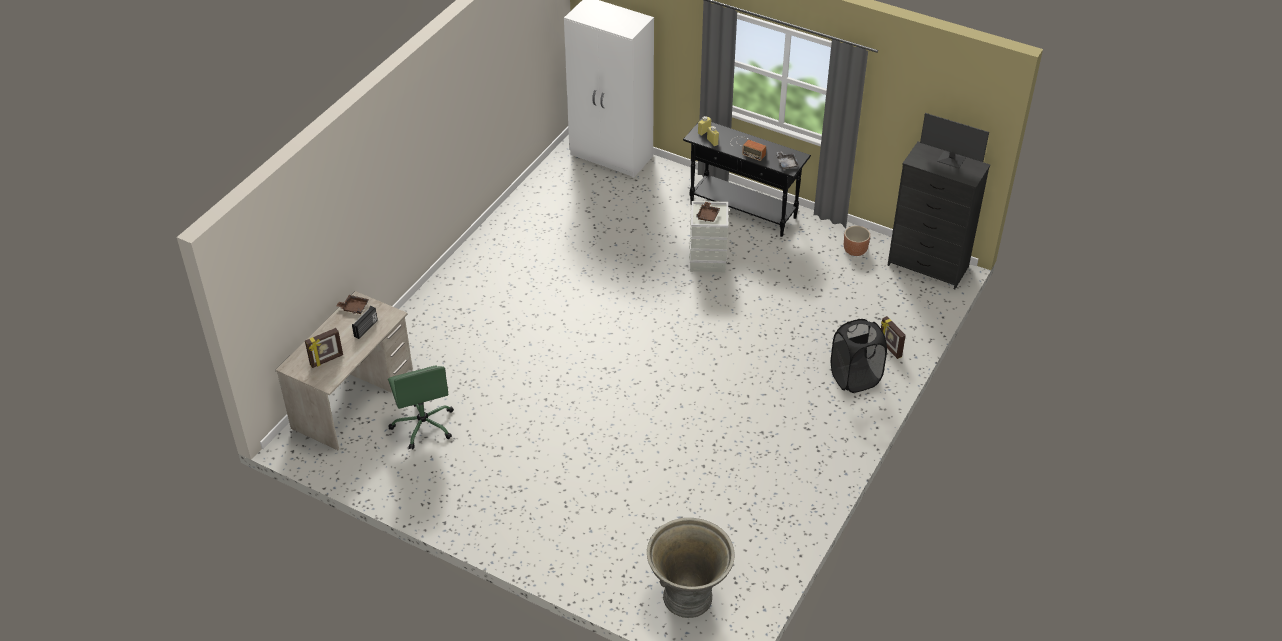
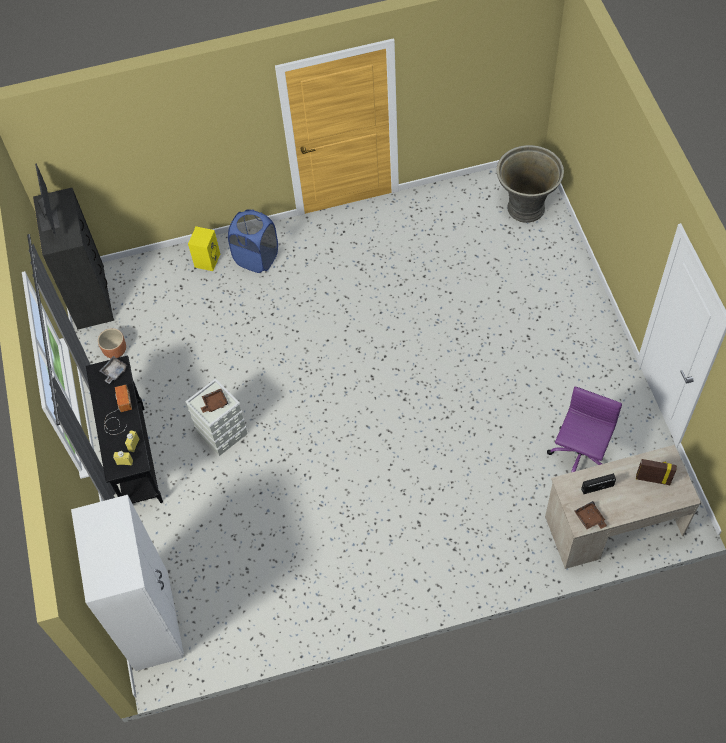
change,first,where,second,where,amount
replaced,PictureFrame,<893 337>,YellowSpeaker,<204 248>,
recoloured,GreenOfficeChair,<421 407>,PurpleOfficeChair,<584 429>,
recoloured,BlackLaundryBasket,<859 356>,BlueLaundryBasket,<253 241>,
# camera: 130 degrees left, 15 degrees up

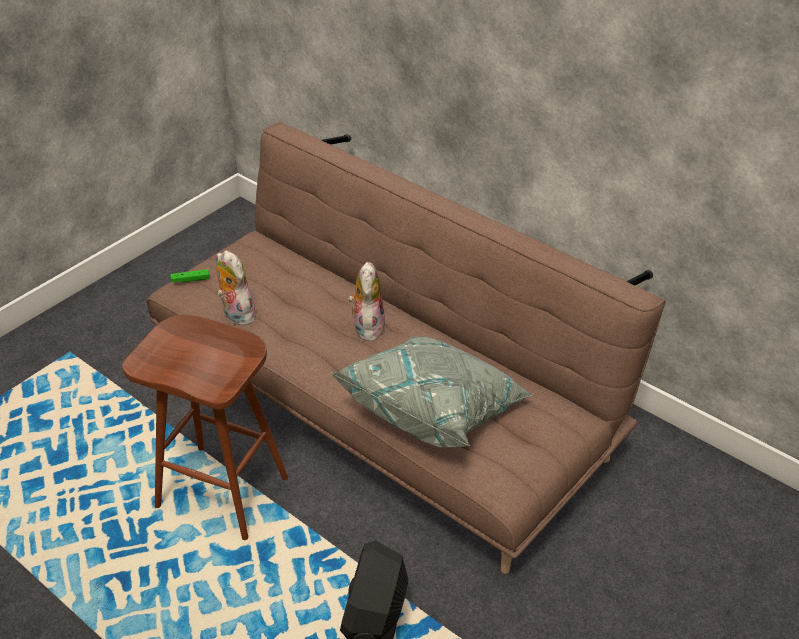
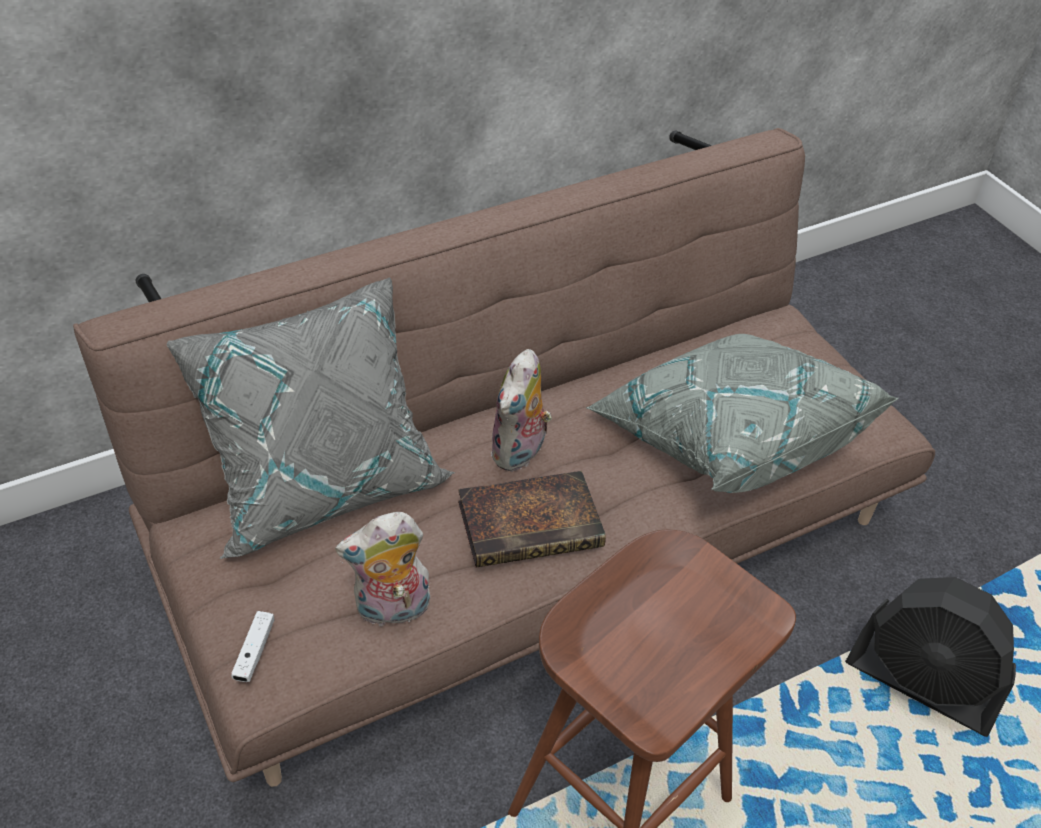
change,first,where,second,where,amount
added,,,GreyPillow,<311 418>,
added,,,Book,<532 519>,
recoloured,GreenGameController,<190 275>,WhiteGameController,<252 646>,
turned,PlushToy,<366 301>,,<521 410>,90 degrees counterclockwise
# camera: 70 degrees left, 5 degrees up

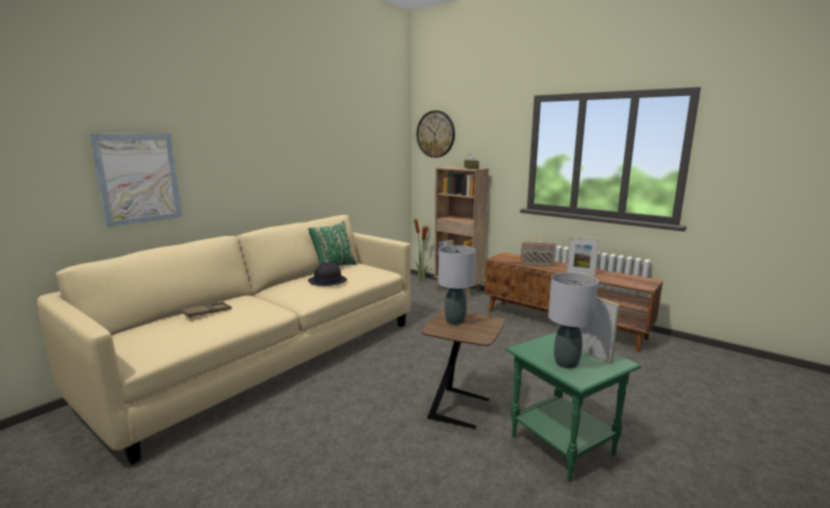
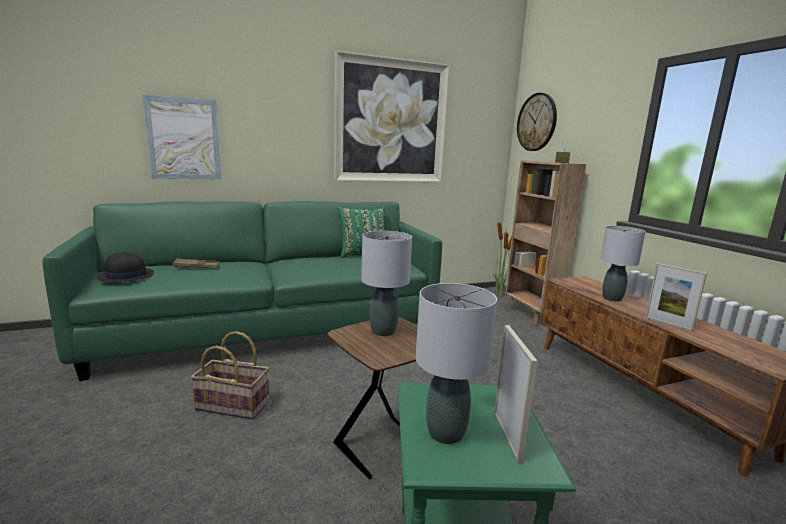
change,first,where,second,where,amount
added,,,Basket,<230 375>,
added,,,Picture,<392 116>,
moved,BlackHat,<327 274>,,<125 267>,
replaced,Radio,<538 252>,GreyTableLamp,<623 264>,
recoloured,BeigeSofa,<224 340>,GreenSofa,<242 291>,
# camera: 30 degrees right, 0 degrees up

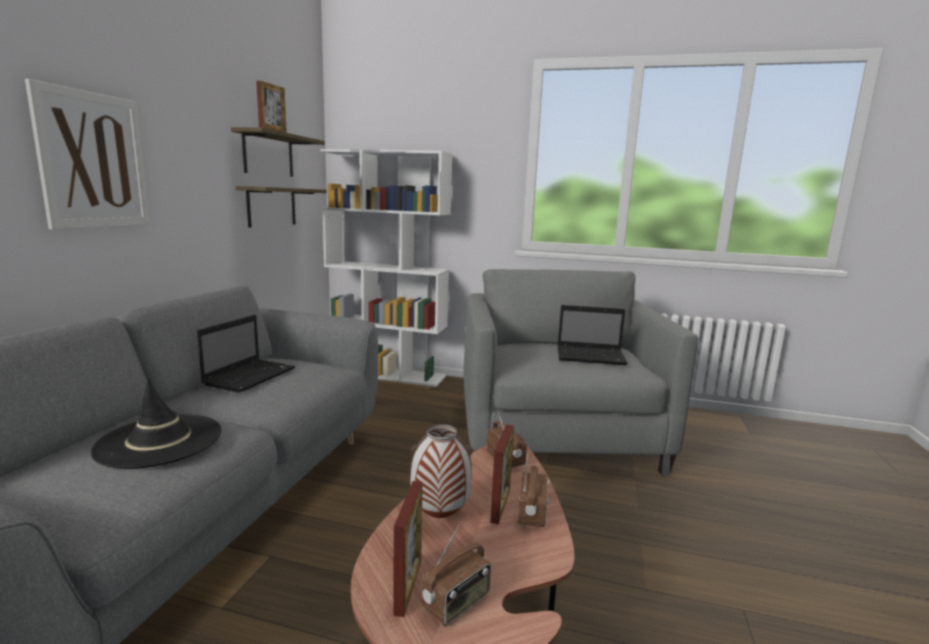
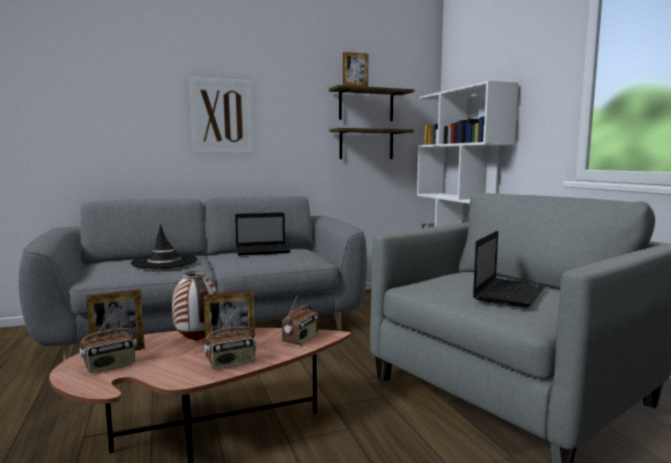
change,first,where,second,where,amount
turned,Radio,<456 575>,,<108 343>,45 degrees counterclockwise
turned,Laptop,<593 335>,,<509 269>,120 degrees counterclockwise
# camera: 55 degrees right, 5 degrees down

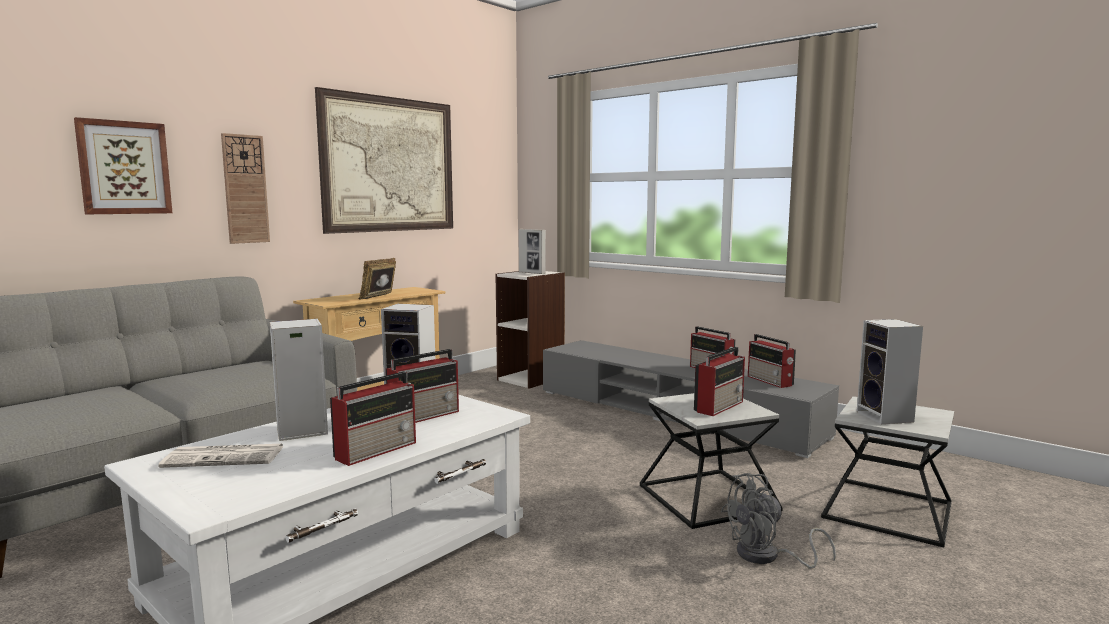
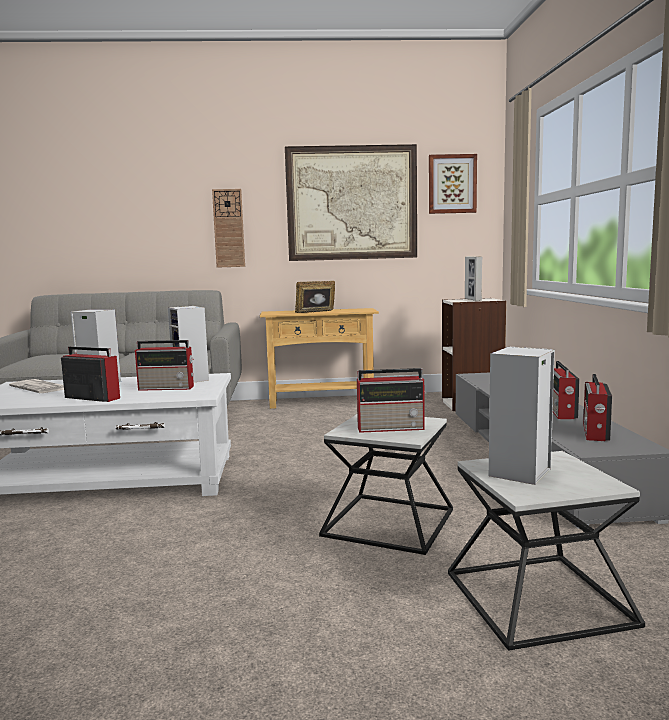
change,first,where,second,where,amount
removed,GreyFan,<778 521>,,,
moved,Picture,<123 165>,,<453 184>,
turned,Radio,<373 418>,,<90 374>,150 degrees counterclockwise
# camera: 45 degrees right, 0 degrees up

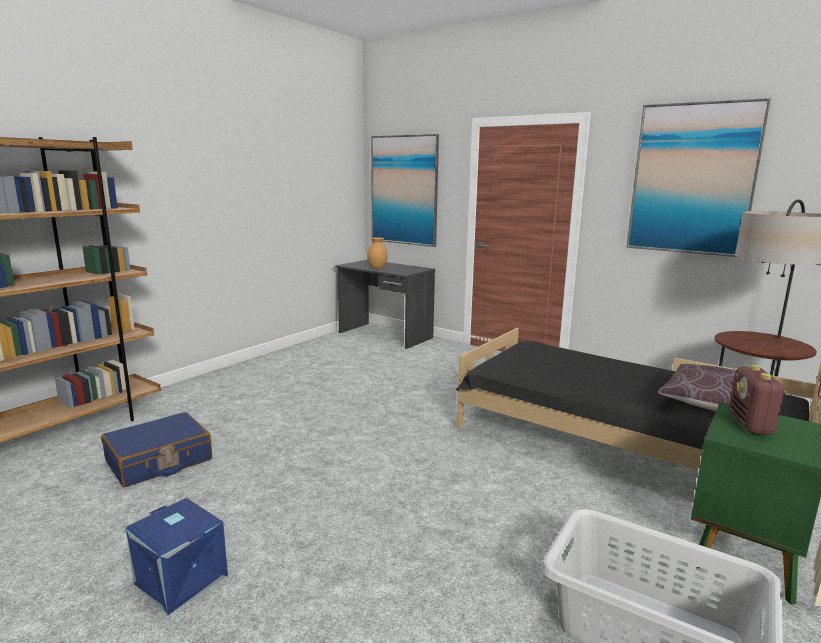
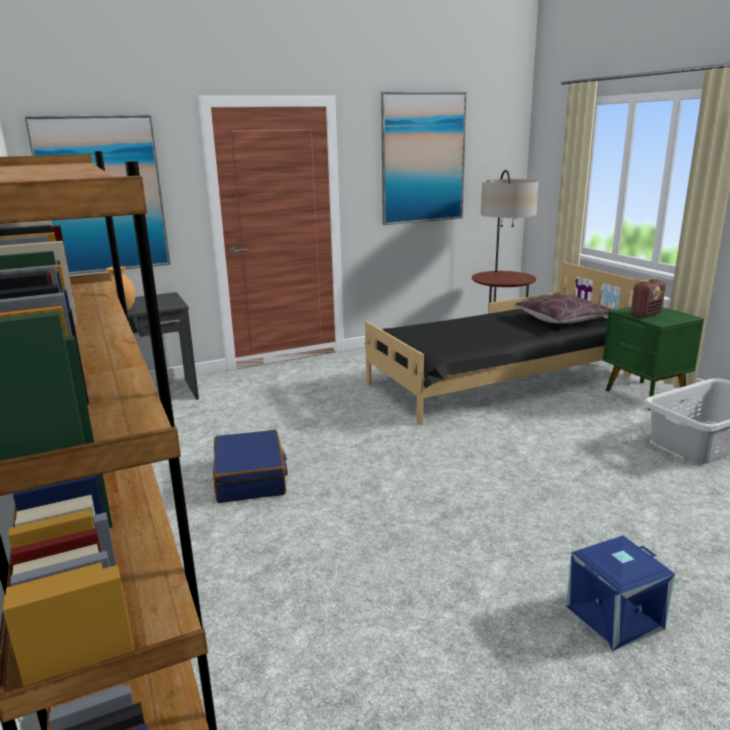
change,first,where,second,where,amount
moved,BlueSuitcase,<156 449>,,<250 466>,
turned,Radio,<758 399>,,<648 298>,75 degrees counterclockwise
# camera: 60 degrees left, 5 degrees up

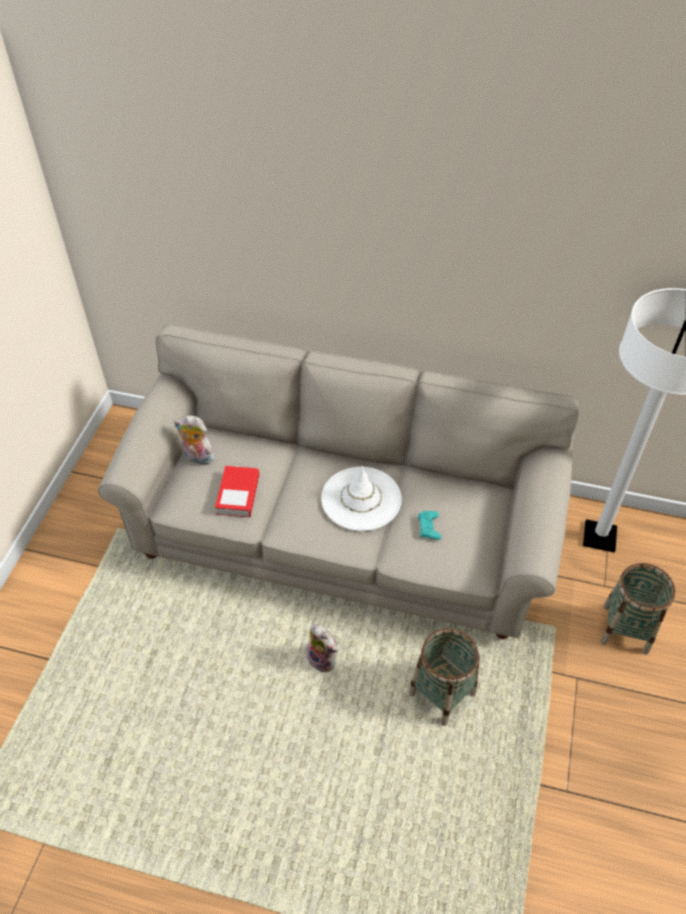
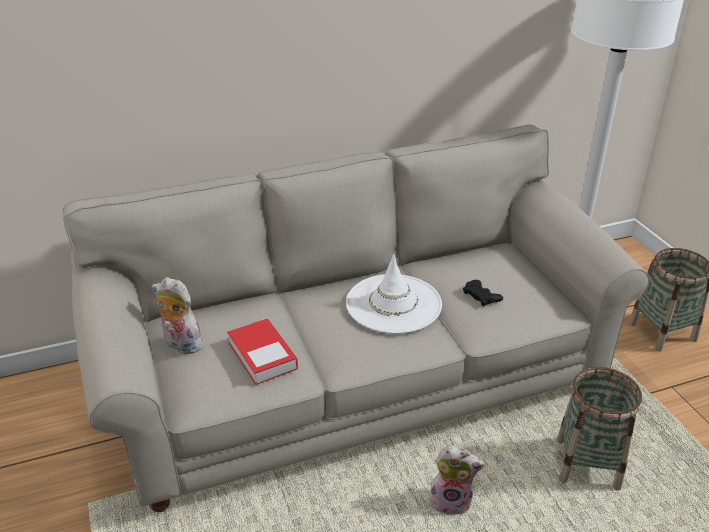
change,first,where,second,where,amount
recoloured,TurquoiseGameController,<430 525>,BlackGameController,<483 293>,
turned,PlushToy,<195 440>,,<178 315>,45 degrees clockwise
# camera: 35 degrees left, 15 degrees down

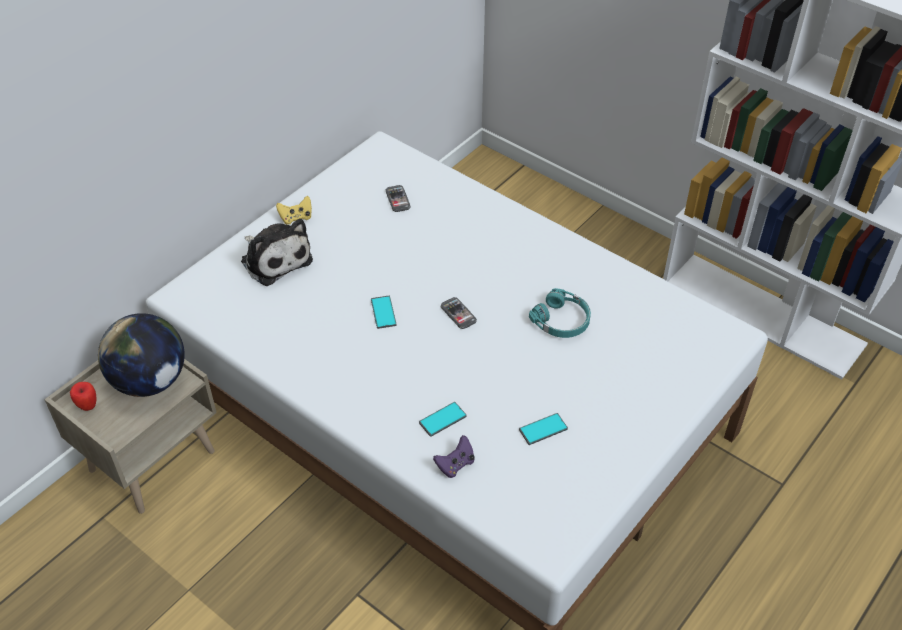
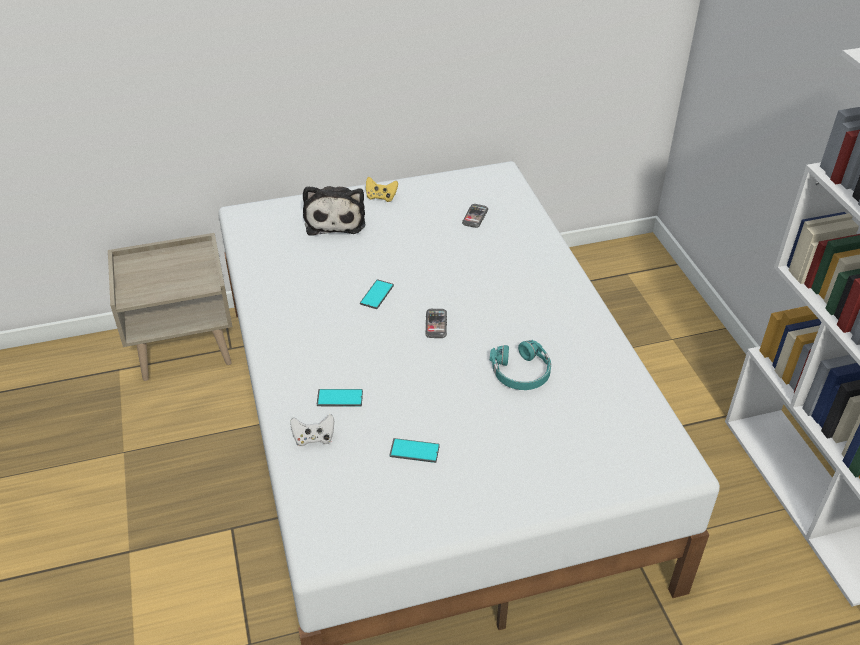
change,first,where,second,where,amount
removed,Apple,<83 396>,,,
removed,Globe,<141 355>,,,
recoloured,PurpleGameController,<454 456>,WhiteGameController,<312 430>,
# camera: 35 degrees right, 5 degrees down

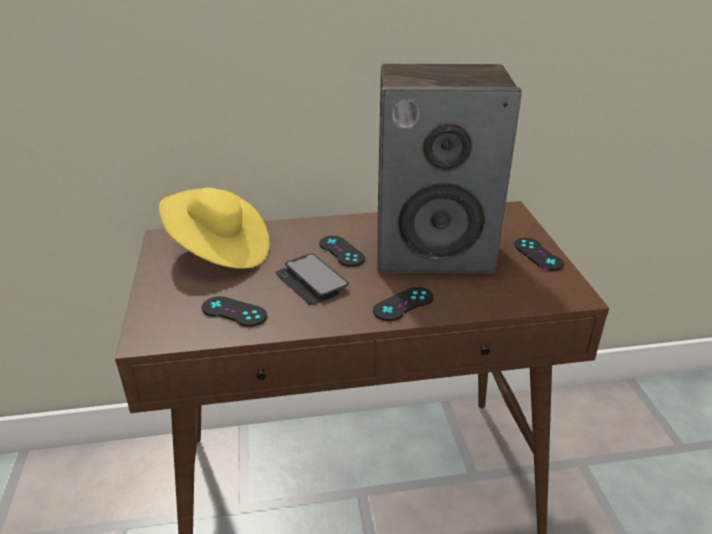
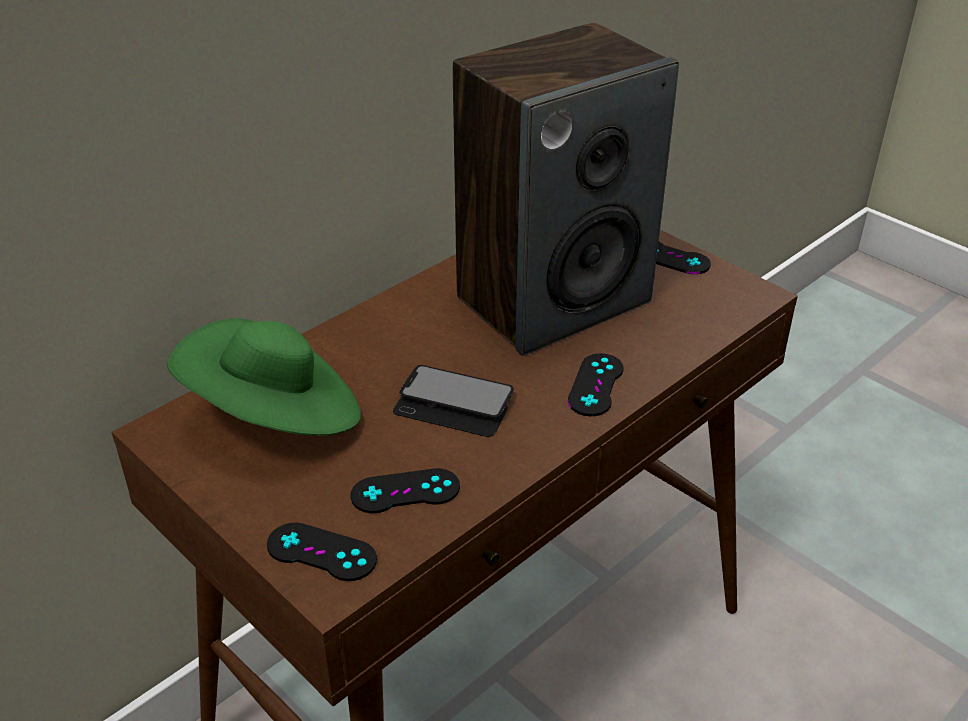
change,first,where,second,where,amount
moved,BlackGameController,<342 251>,,<322 552>,
recoloured,YellowHat,<214 228>,GreenHat,<264 377>,
# camera: 35 degrees left, 5 degrees up

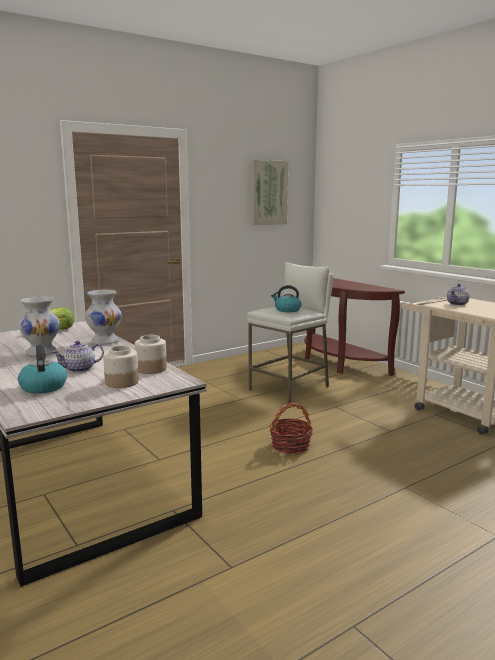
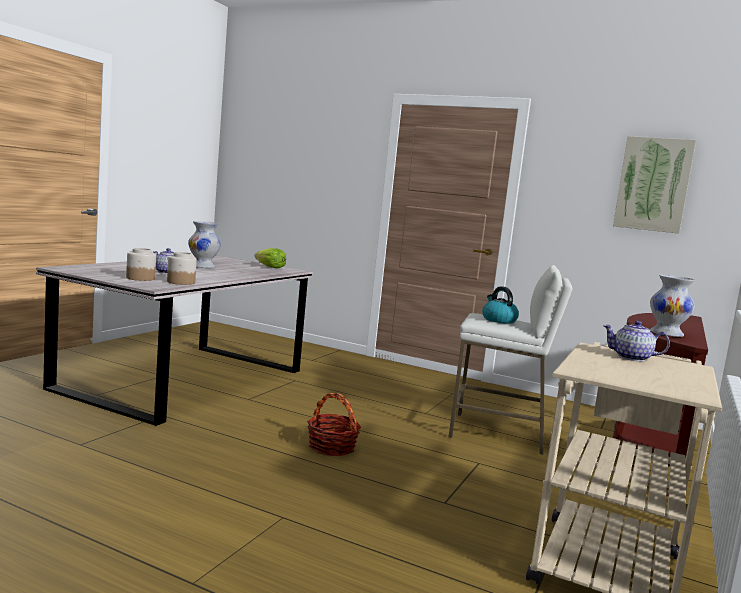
change,first,where,second,where,amount
removed,Kettle,<42 369>,,,
moved,WhiteVase,<103 317>,,<672 306>,
# camera: 60 degrees right, 5 degrees down

